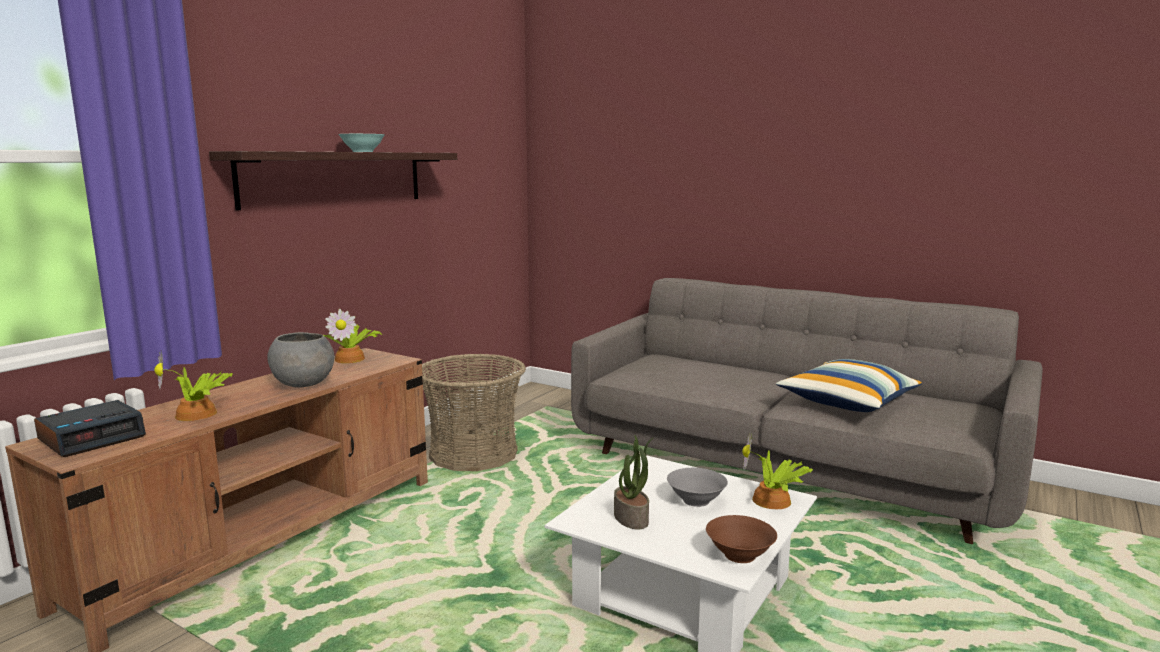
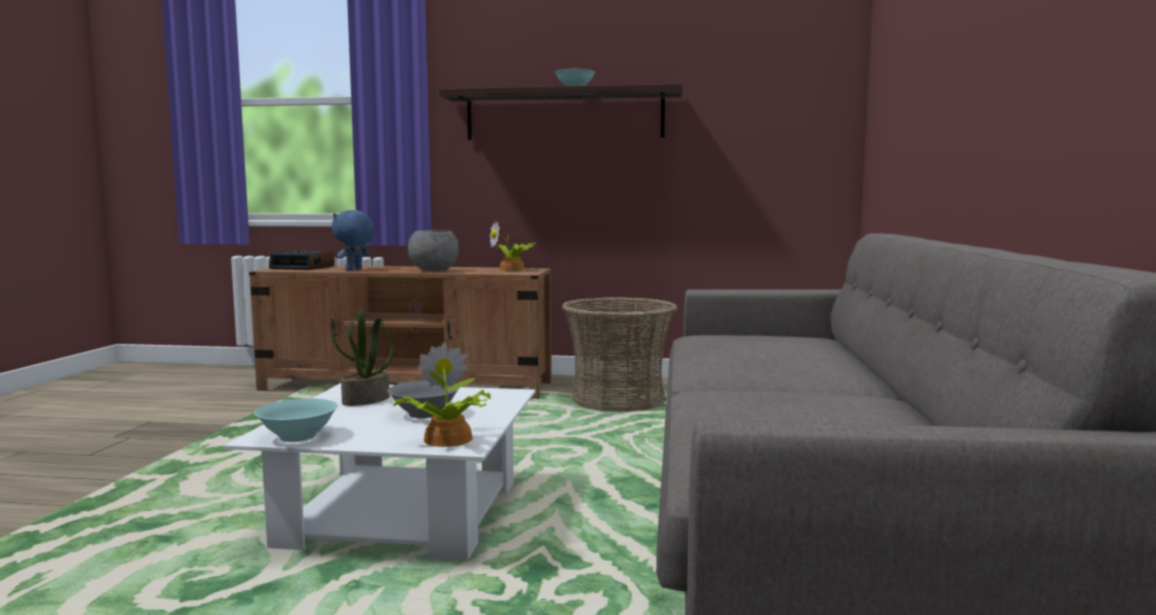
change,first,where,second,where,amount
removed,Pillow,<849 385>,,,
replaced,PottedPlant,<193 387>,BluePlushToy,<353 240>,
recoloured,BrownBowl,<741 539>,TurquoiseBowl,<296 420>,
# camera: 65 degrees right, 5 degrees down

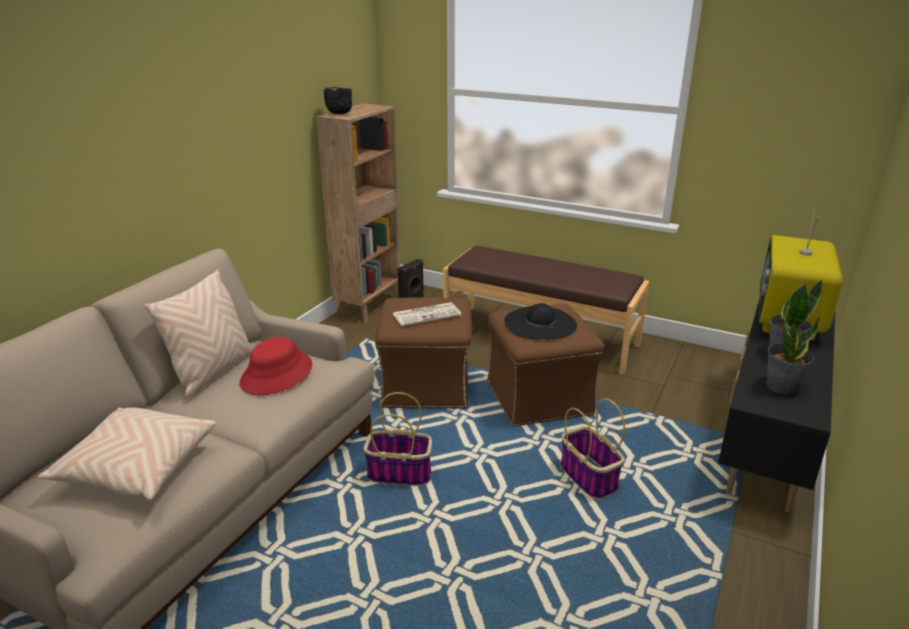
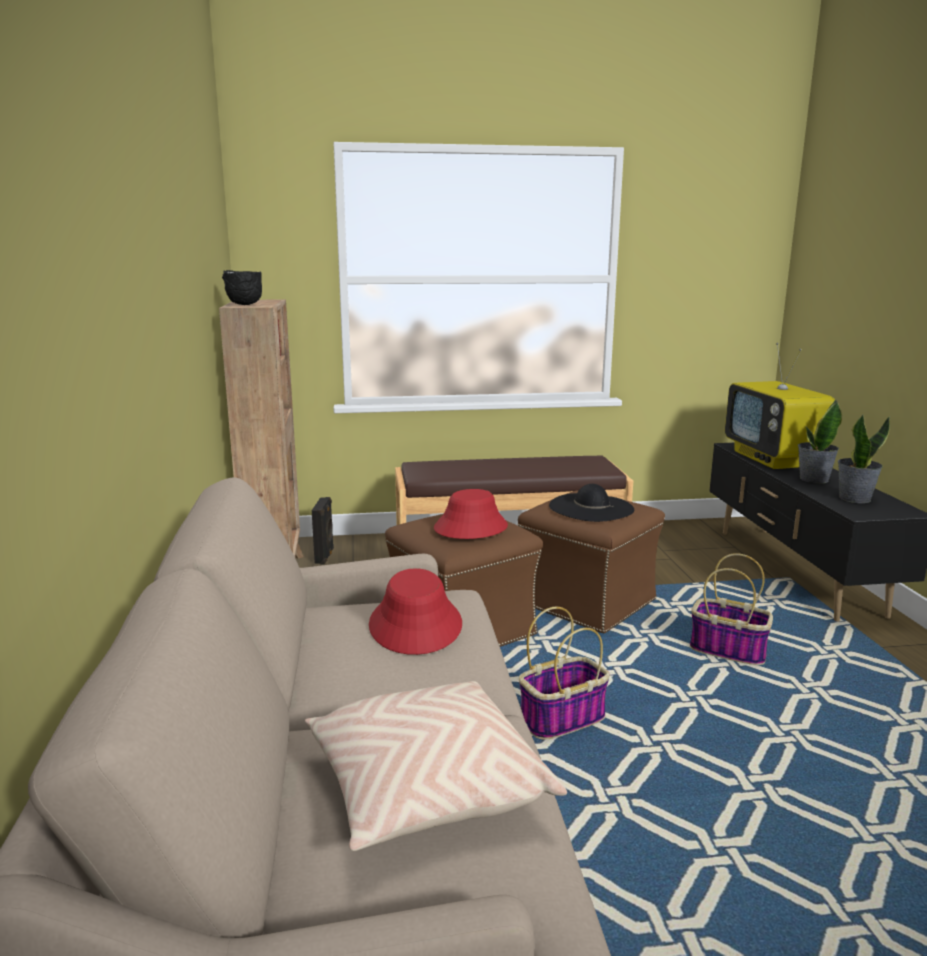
change,first,where,second,where,amount
removed,BeigePillow,<198 333>,,,
replaced,Newspaper,<427 314>,RedHat,<471 514>,
# camera: 35 degrees left, 10 degrees down

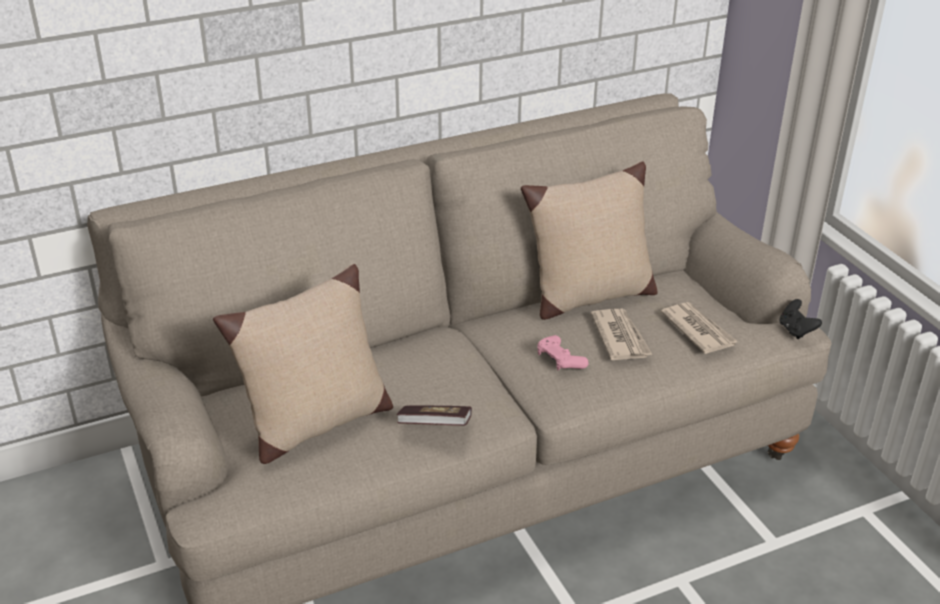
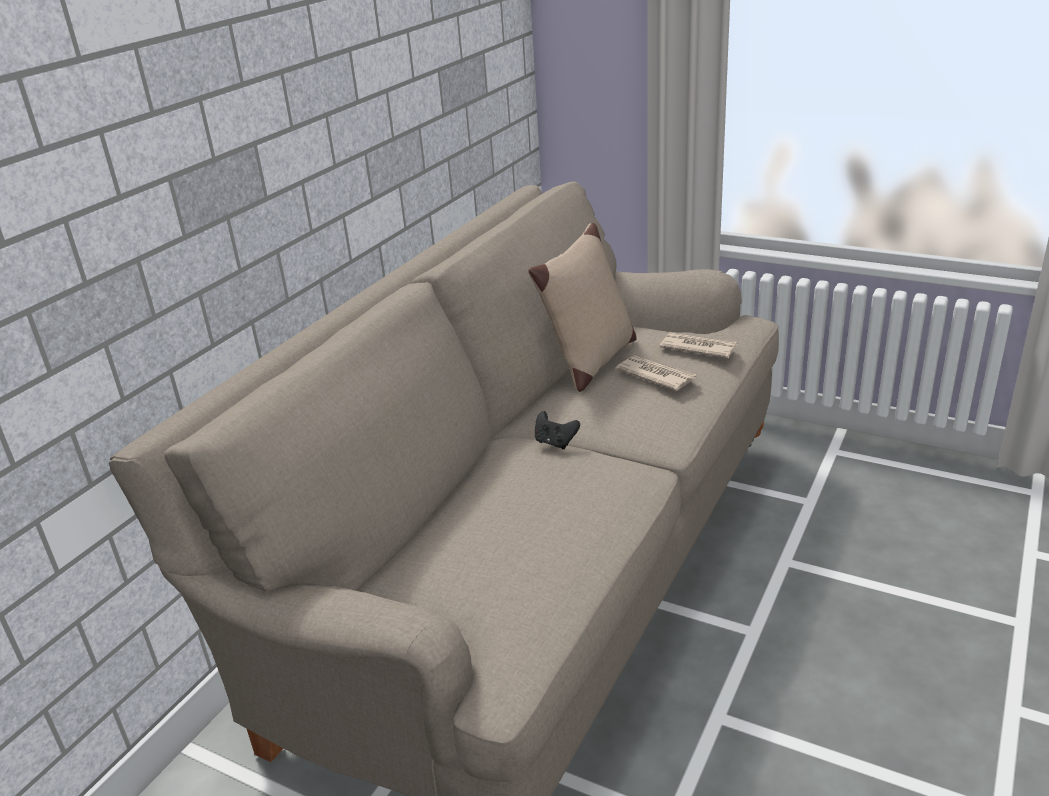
change,first,where,second,where,amount
removed,BeigePillow,<303 364>,,,
removed,Book,<434 416>,,,
removed,PinkGameController,<563 352>,,,
moved,BlackGameController,<800 319>,,<557 430>,
# camera: 35 degrees left, 5 degrees down

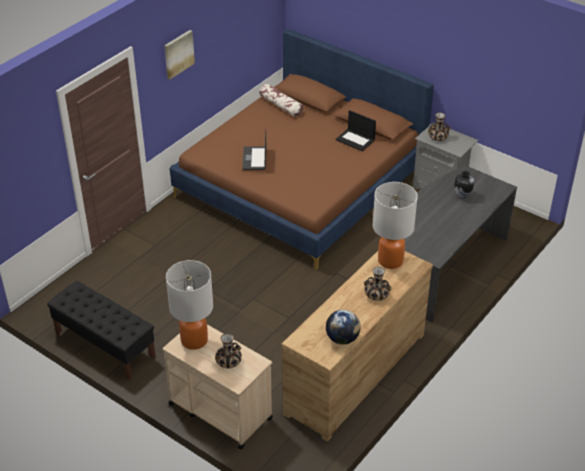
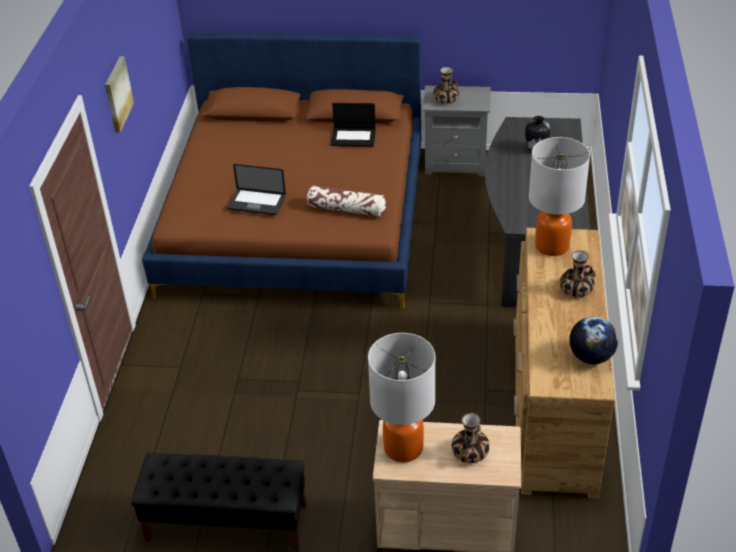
change,first,where,second,where,amount
moved,Pillow,<281 100>,,<347 201>,
turned,Laptop,<254 149>,,<256 189>,45 degrees counterclockwise
# camera: 30 degrees left, 0 degrees up

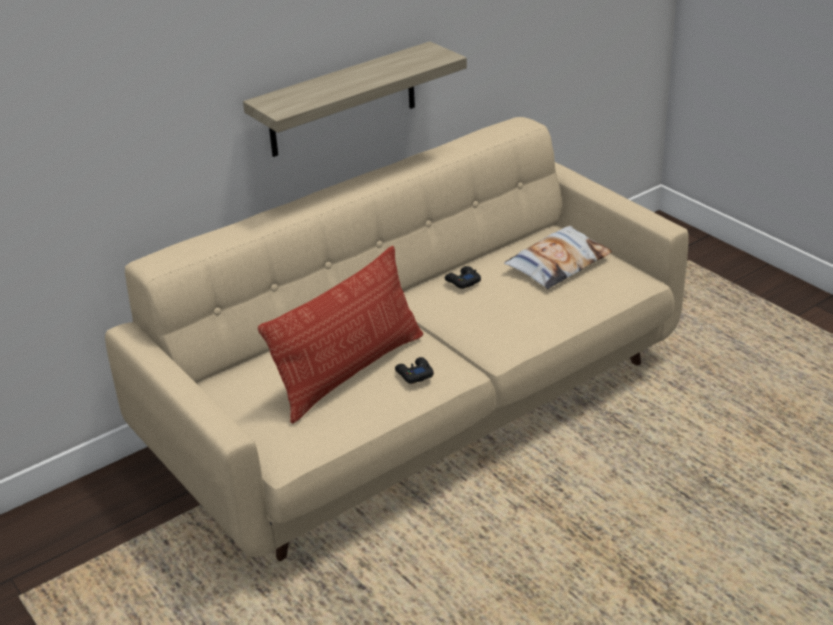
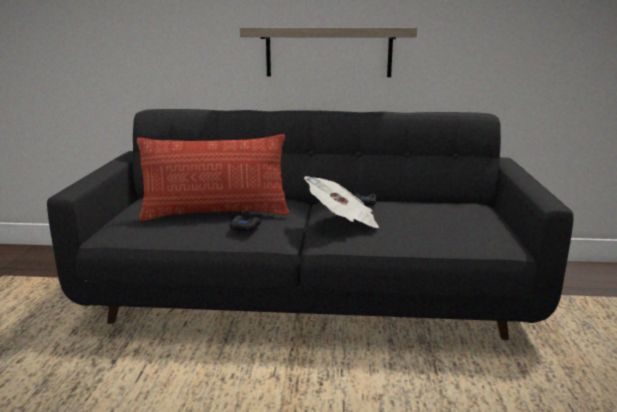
change,first,where,second,where,amount
removed,Pillow,<558 257>,,,
added,,,Newspaper,<341 202>,
recoloured,BeigeSofa,<397 339>,BlackSofa,<310 224>,
# camera: 40 degrees right, 15 degrees down

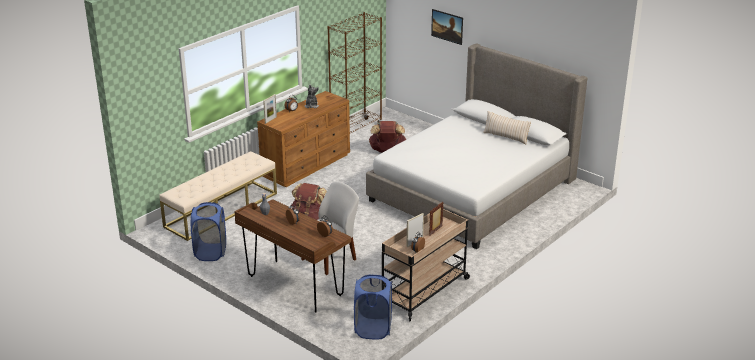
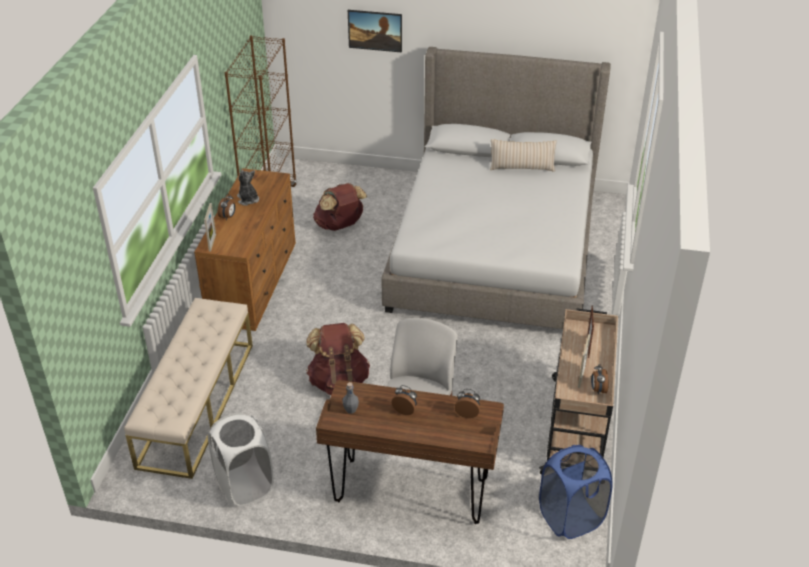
change,first,where,second,where,amount
recoloured,BlueLaundryBasket,<208 231>,WhiteLaundryBasket,<241 459>,
# camera: 30 degrees left, 10 degrees up

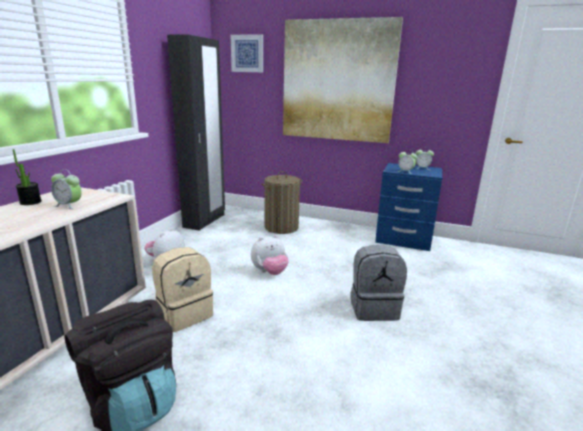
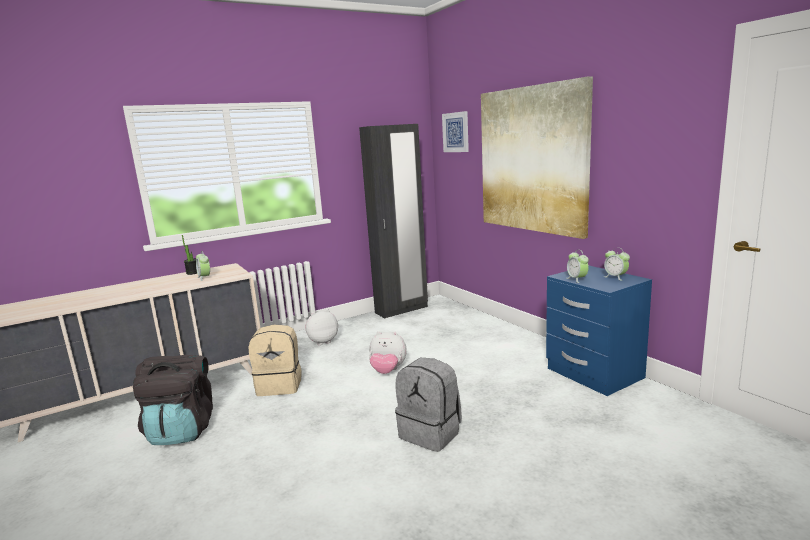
change,first,where,second,where,amount
removed,LaundryBasket,<282 202>,,,
# camera: 40 degrees right, 5 degrees down

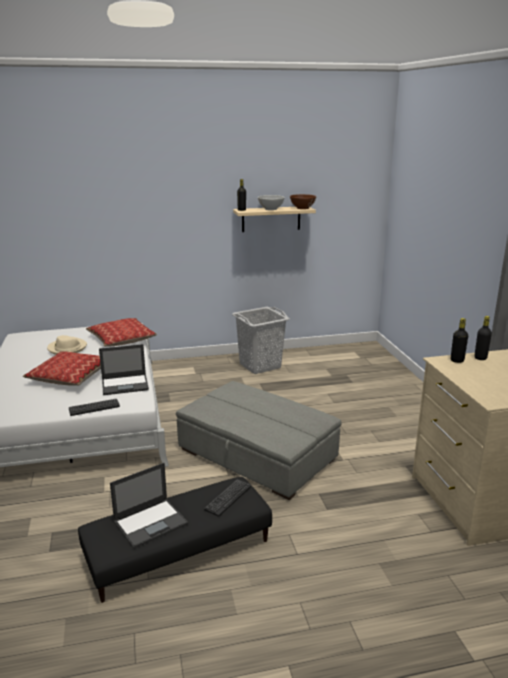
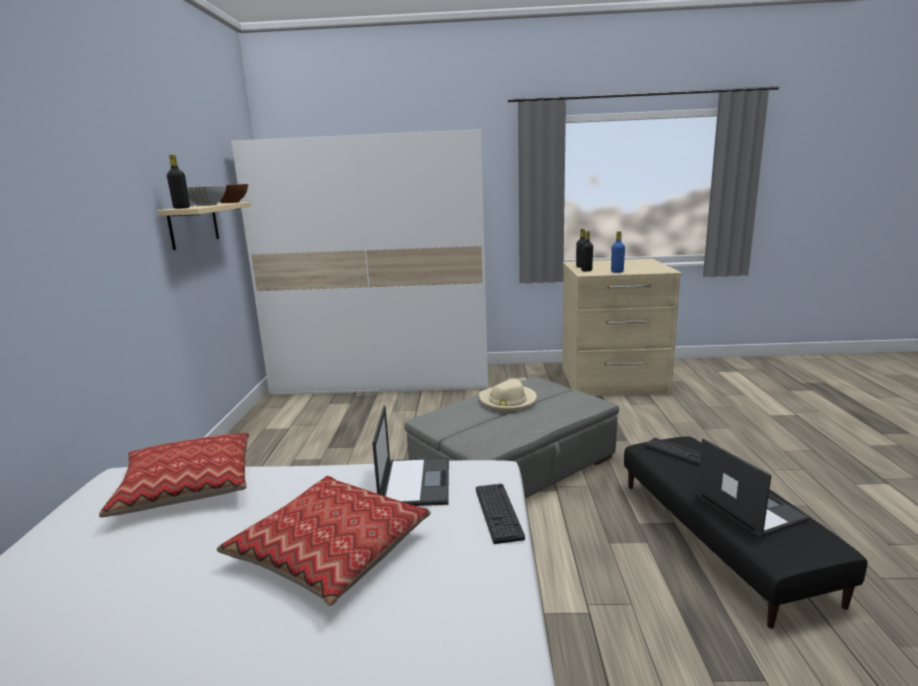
change,first,where,second,where,amount
removed,GreyLaundryBasket,<261 340>,,,
added,,,WhiteWardrobe,<359 262>,
added,,,BlueBottle,<618 252>,
moved,BeigeHat,<67 345>,,<508 395>,
# camera: 75 degrees left, 5 degrees down

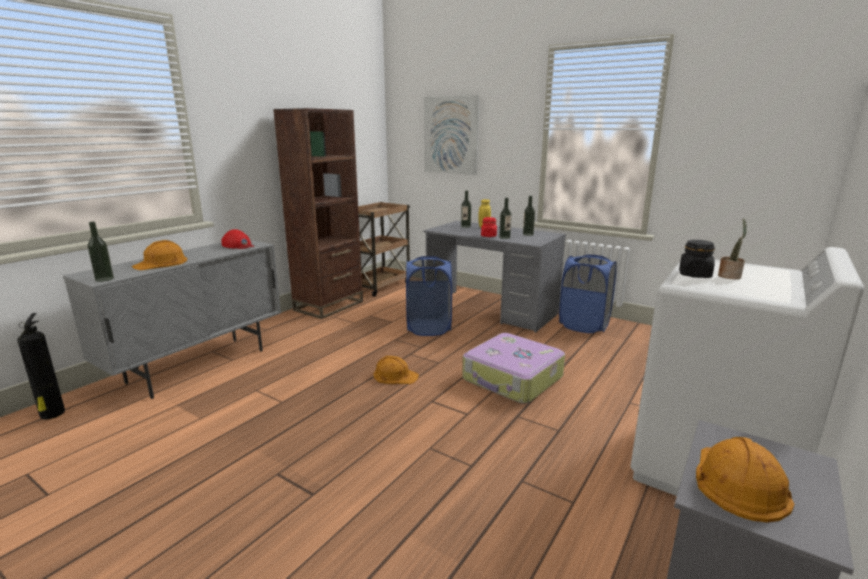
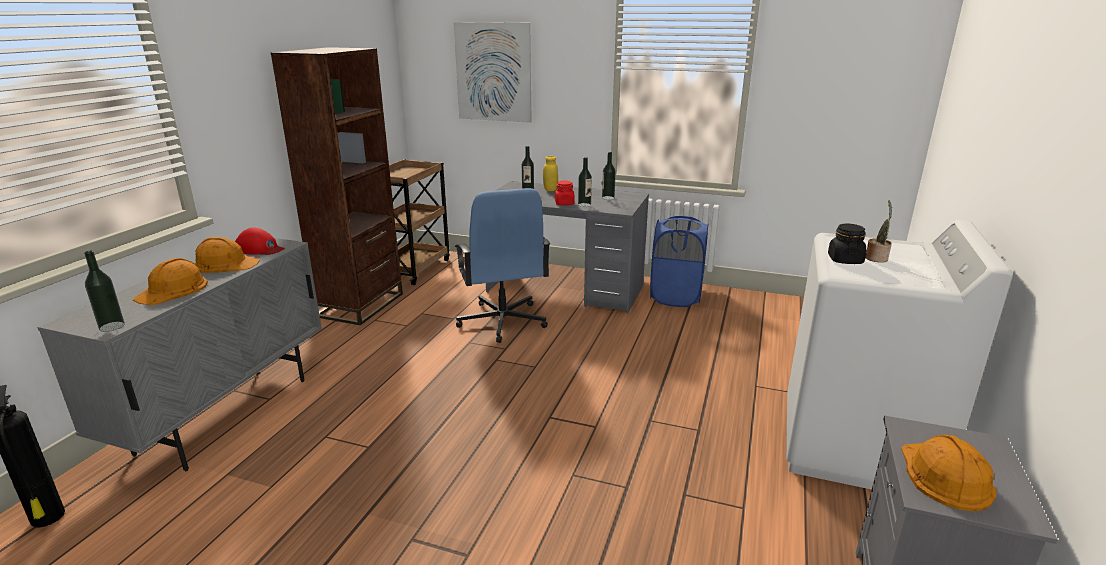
change,first,where,second,where,amount
removed,Suitcase,<513 368>,,,
moved,OrangeHardHat,<396 370>,,<227 255>,
replaced,BlueLaundryBasket,<429 296>,BlueOfficeChair,<503 265>,
# camera: 15 degrees left, 5 degrees up

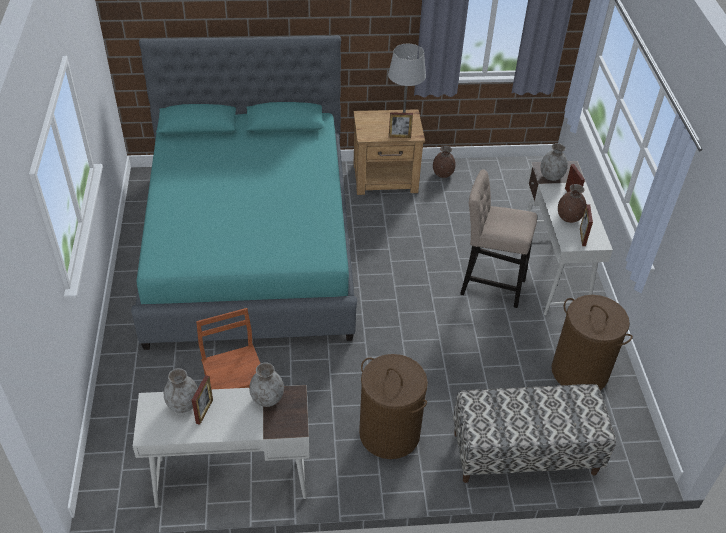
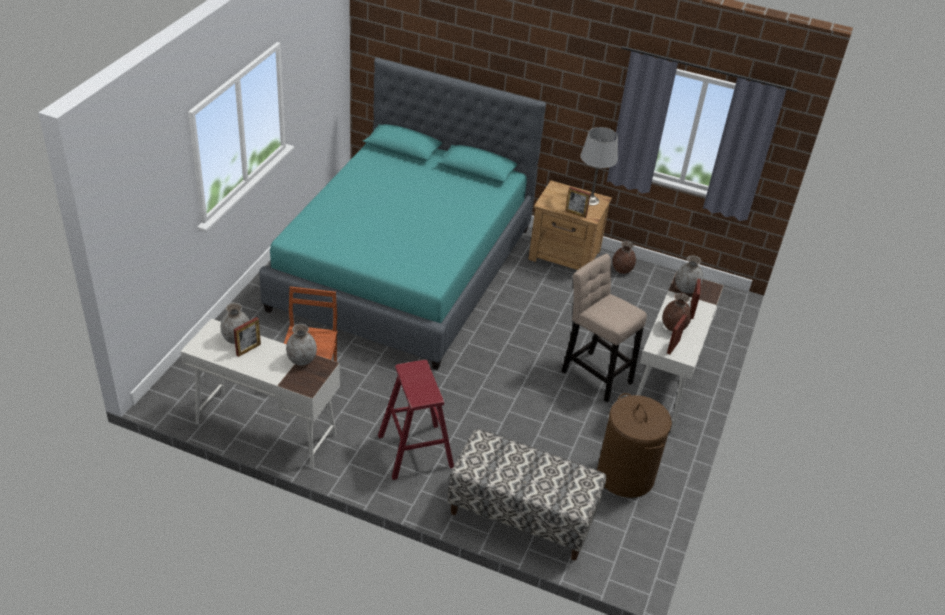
change,first,where,second,where,amount
replaced,BrownLaundryBasket,<393 406>,RedStool,<416 420>,
# camera: 25 degrees right, 5 degrees down

